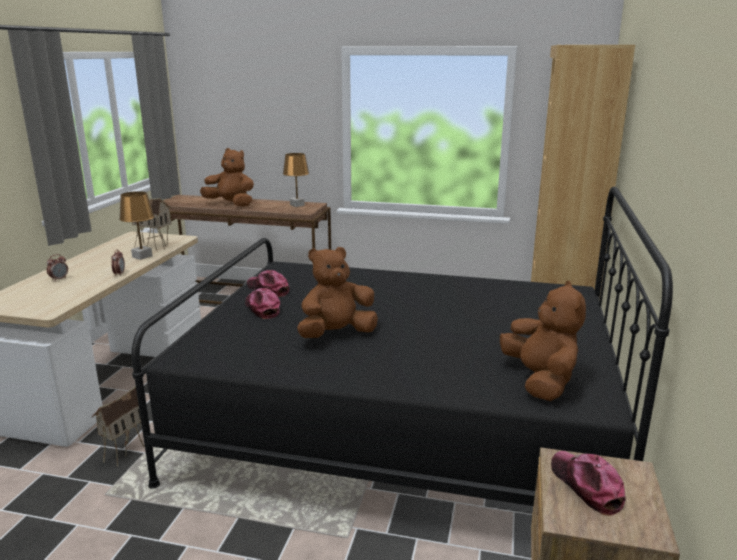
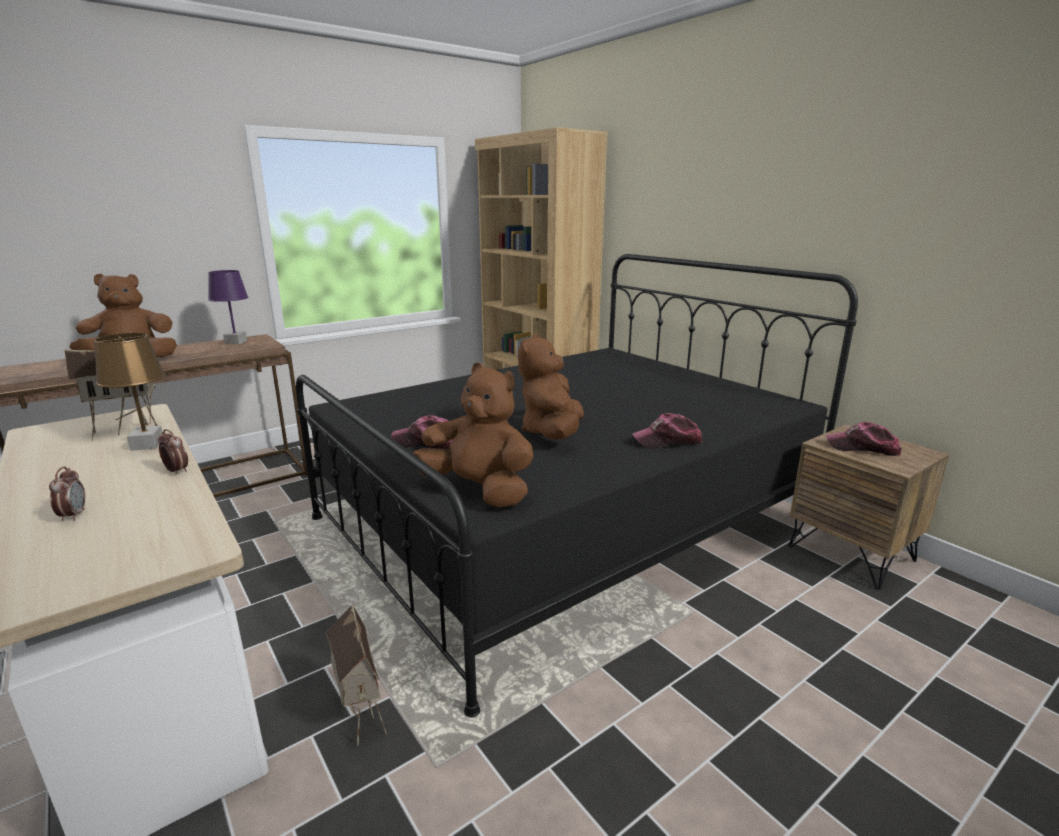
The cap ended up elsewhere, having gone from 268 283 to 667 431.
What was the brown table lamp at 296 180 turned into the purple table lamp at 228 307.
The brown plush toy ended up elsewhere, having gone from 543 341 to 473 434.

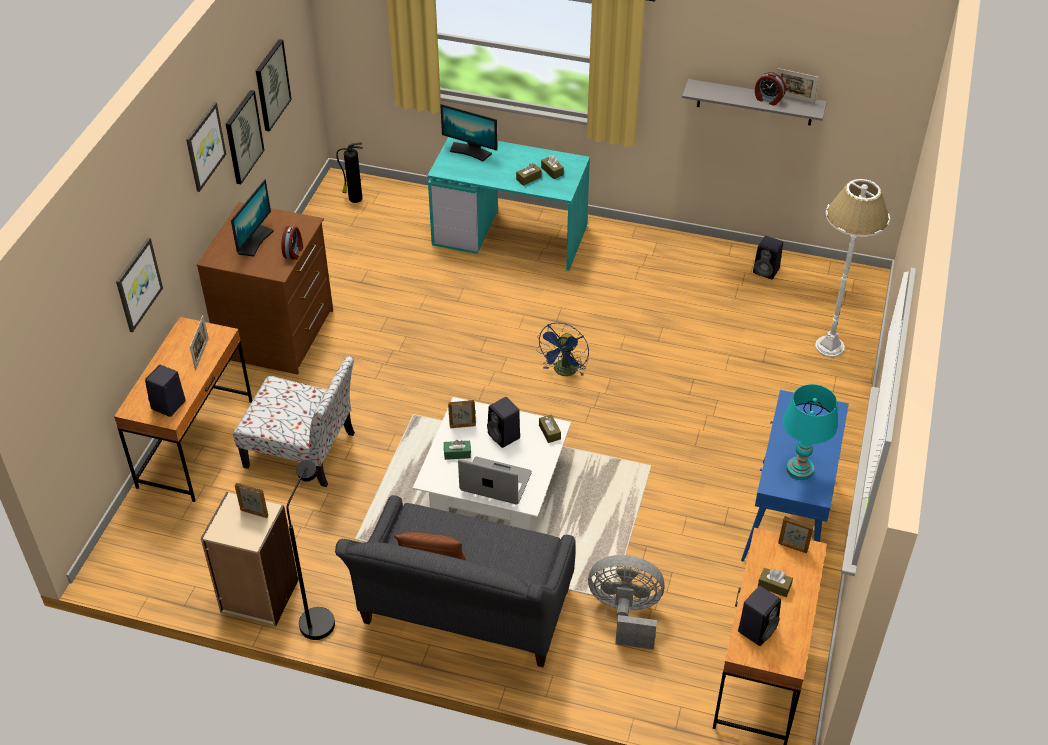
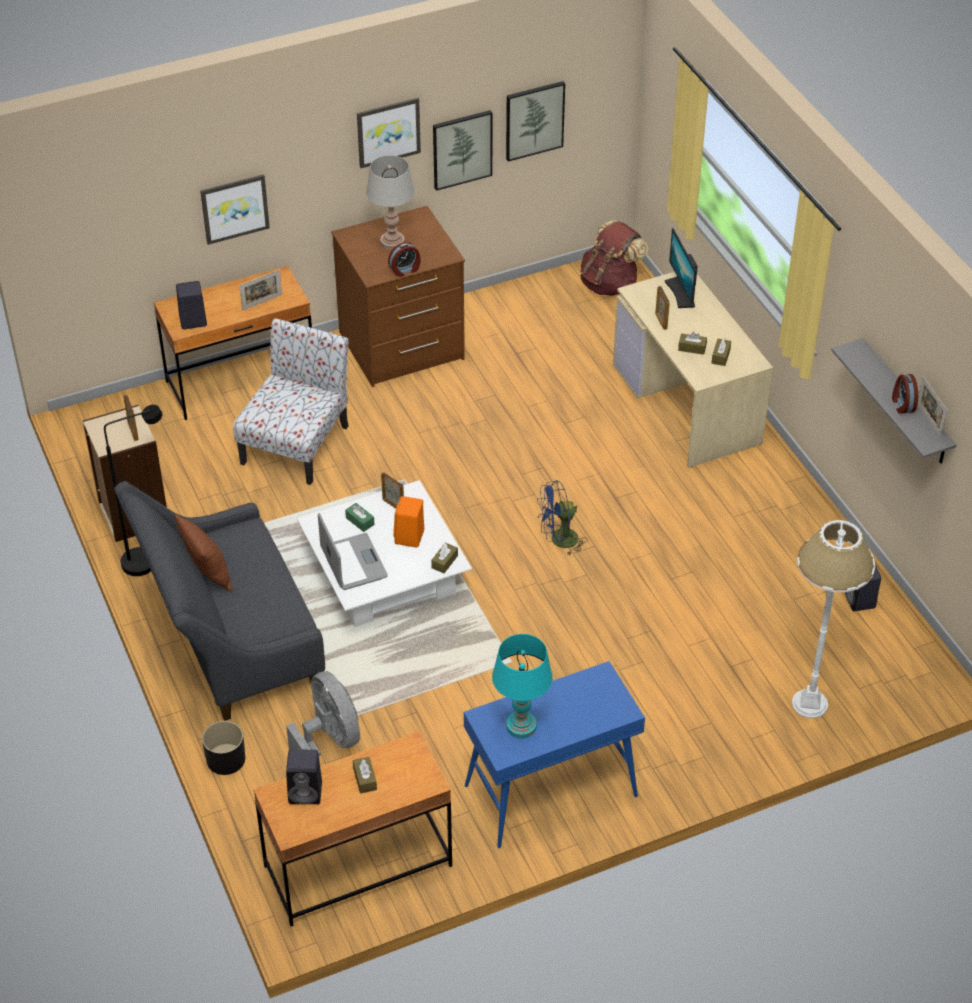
Where the monitor stood at 252 218, the grey table lamp came to stand at 390 202.
The chair at 294 421 ended up facing another way, 135 degrees counterclockwise from before.
Where the fire extinguisher stood at 349 172, the brown backpack came to stand at 614 258.
What was the turquoise desk at 508 204 turned into the beige desk at 693 370.
What was the black speaker at 503 422 turned into the orange speaker at 408 522.
The picture frame ended up elsewhere, having gone from 796 534 to 662 308.
The second view gained the black planter at 223 748.

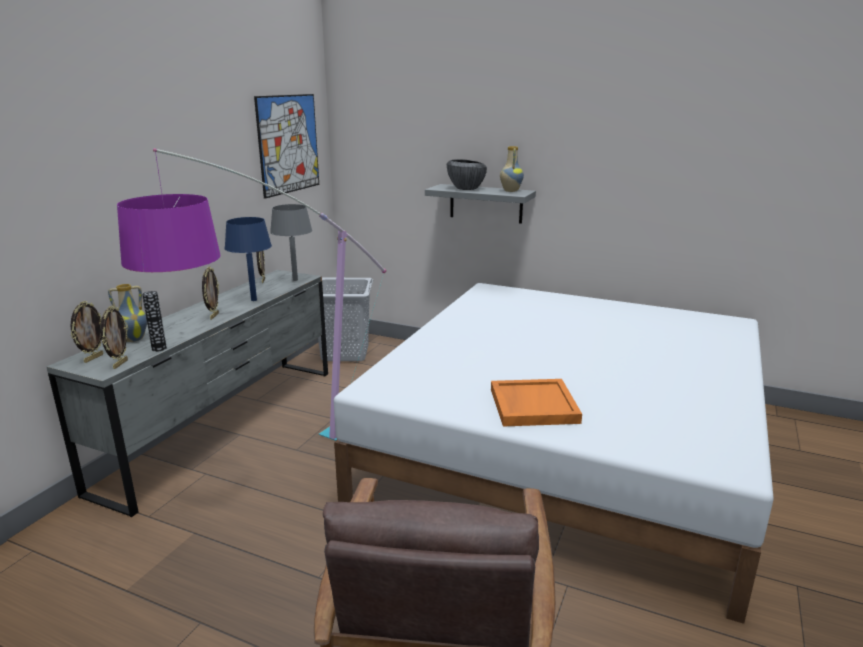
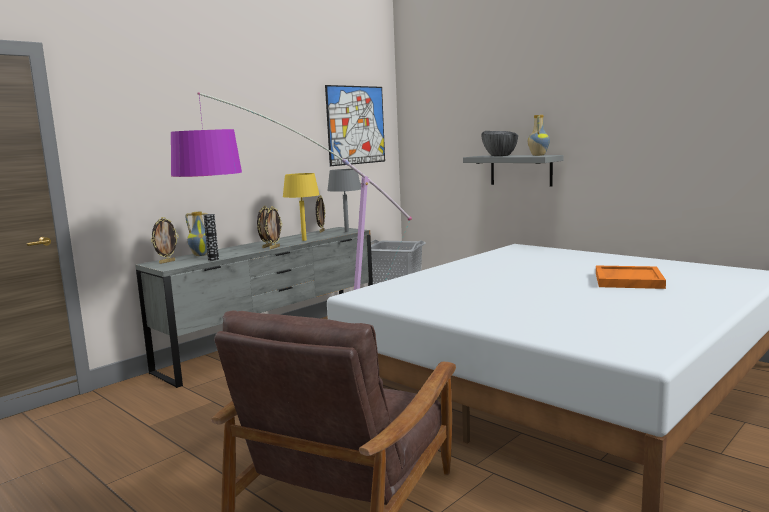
The picture frame ended up elsewhere, having gone from 114 337 to 273 227.
What was the blue table lamp at 248 259 turned into the yellow table lamp at 301 207.
The orange tray ended up elsewhere, having gone from 536 403 to 631 277.

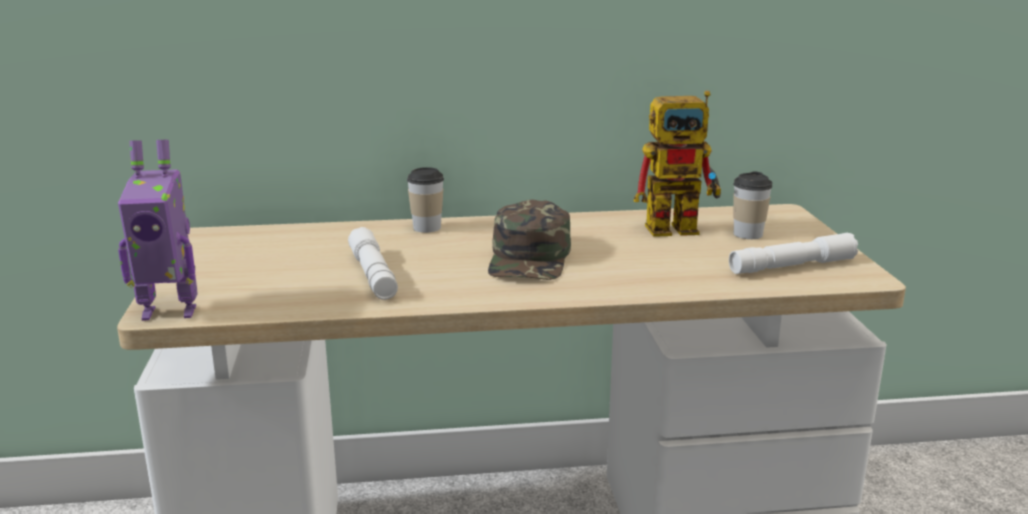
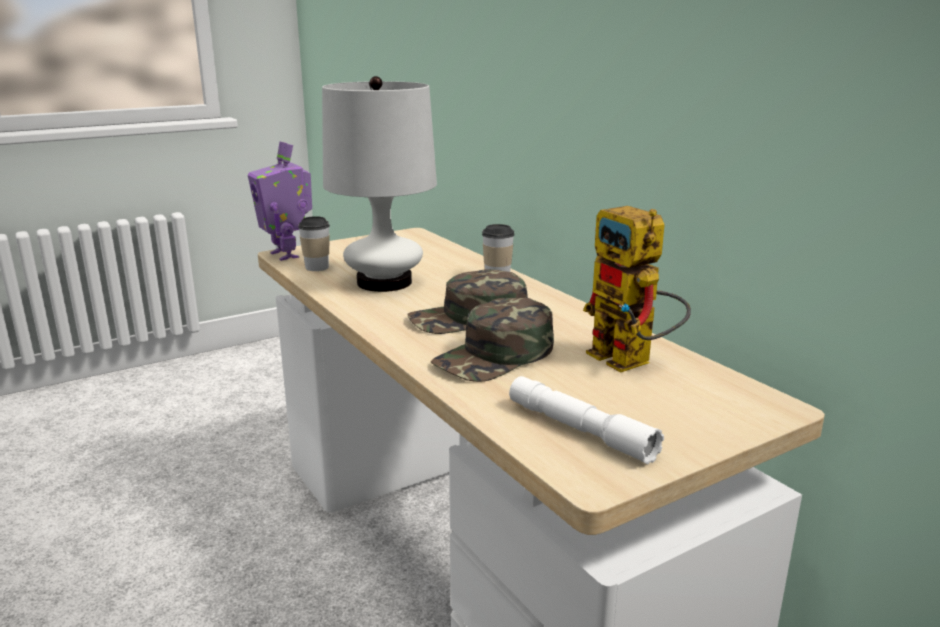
Where the white flashlight stood at 373 263, the white table lamp came to stand at 379 184.
The cup ended up elsewhere, having gone from 752 205 to 314 243.
The second view gained the green cap at 492 340.

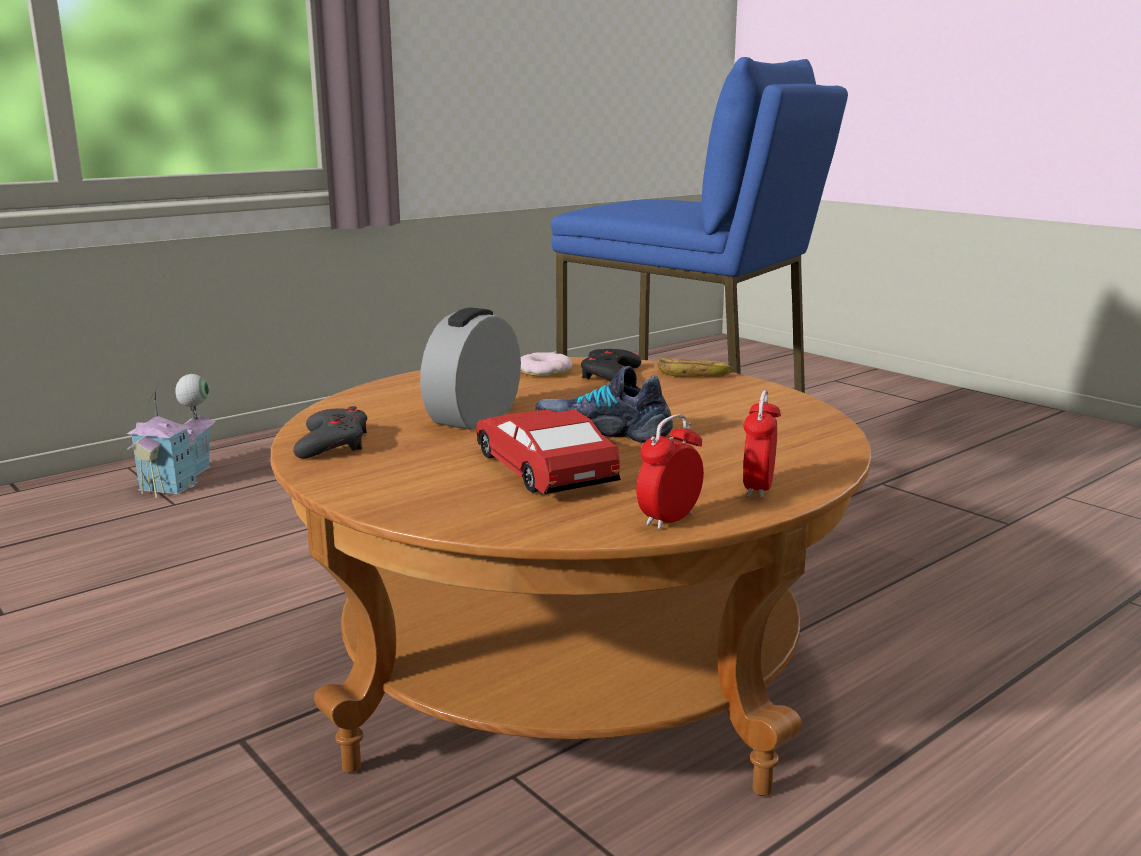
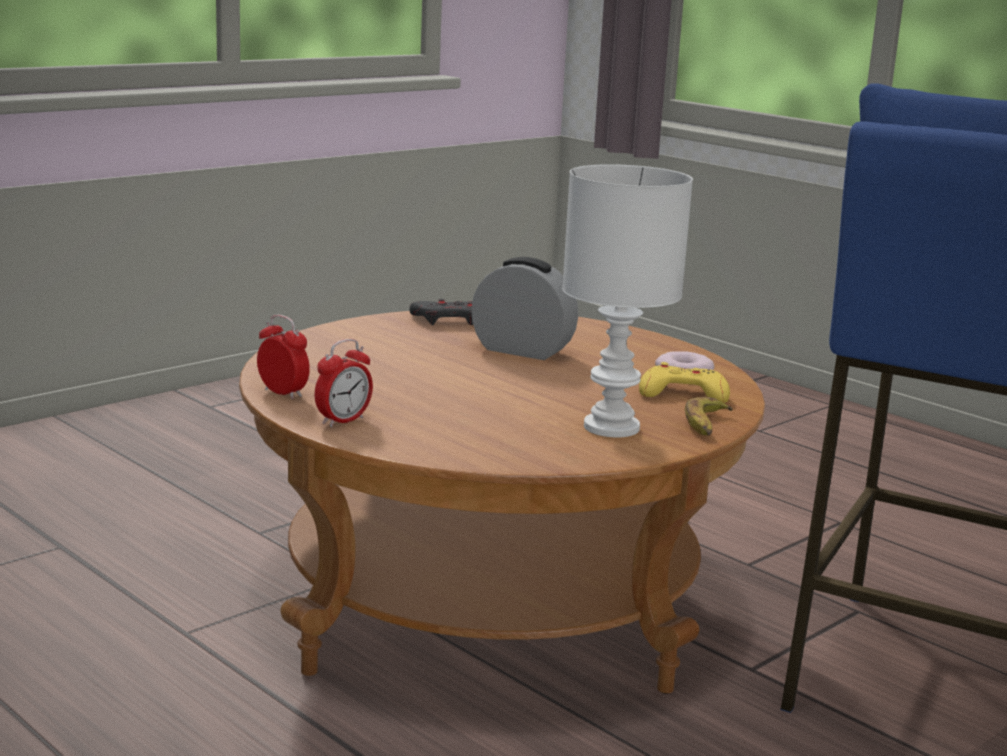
The second view lost the toy house at 171 436.
The second view lost the toy car at 549 451.
The second view lost the shoe at 604 404.
What was the black game controller at 611 365 turned into the yellow game controller at 684 382.
The alarm clock at 762 444 ended up facing another way, 120 degrees clockwise from before.
The second view gained the white table lamp at 627 300.

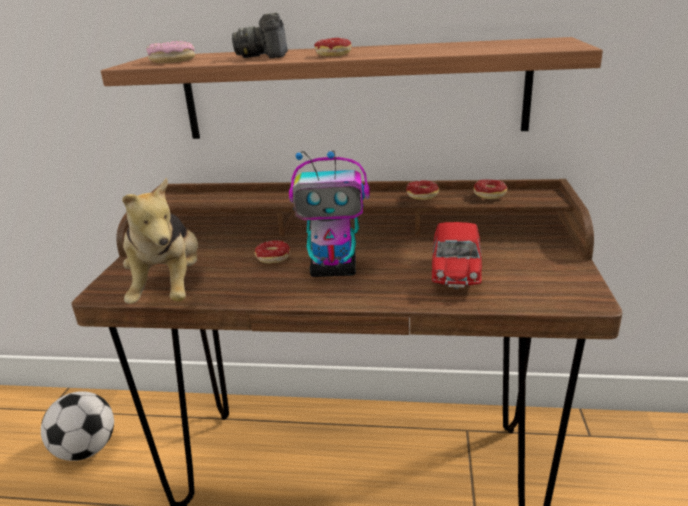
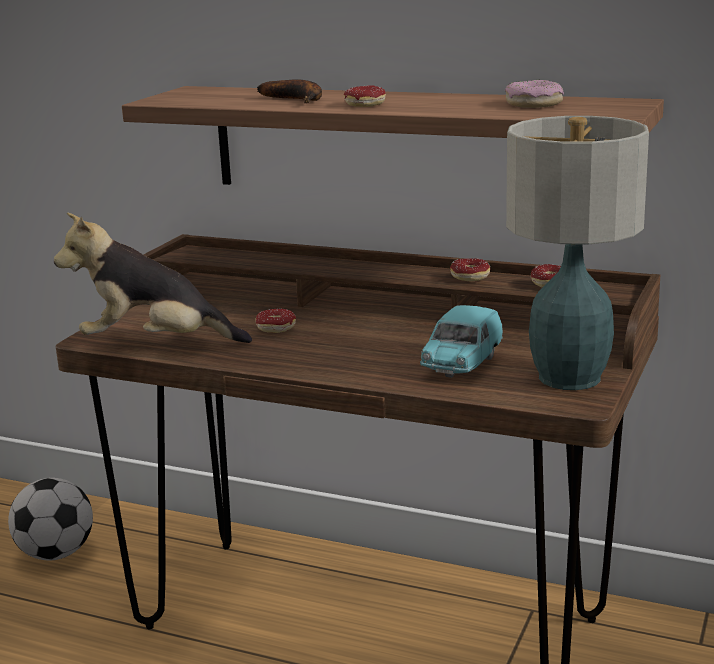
The plush toy at 160 241 ended up facing another way, 90 degrees clockwise from before.
The donut ended up elsewhere, having gone from 170 52 to 534 94.
Where the photo camera stood at 260 35, the banana came to stand at 289 91.
The second view lost the toy robot at 329 213.
What was the red toy car at 457 255 turned into the turquoise toy car at 461 341.
The second view gained the table lamp at 577 253.

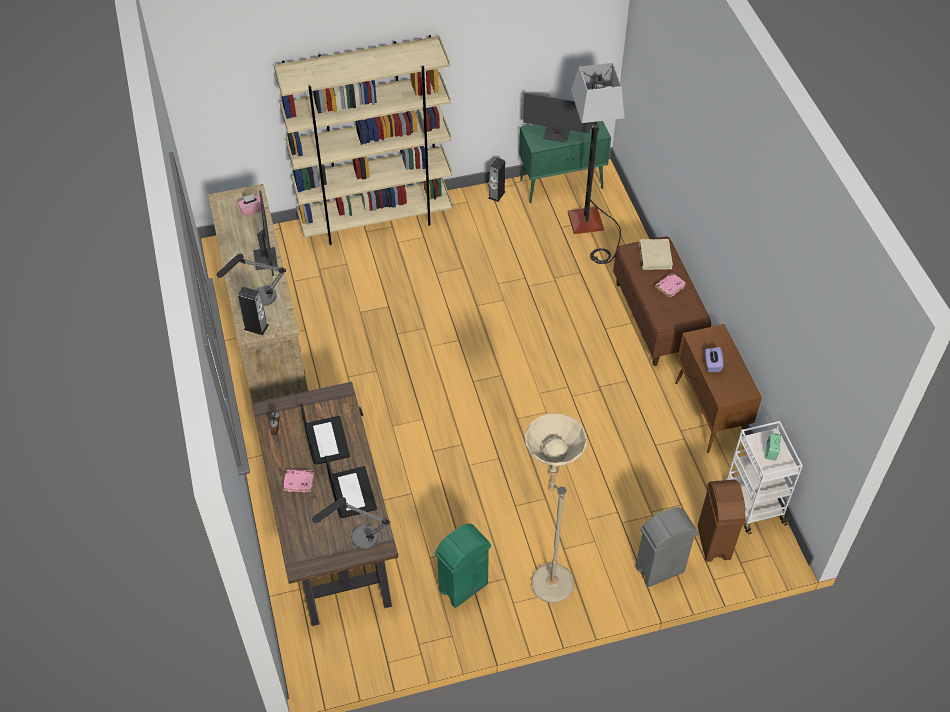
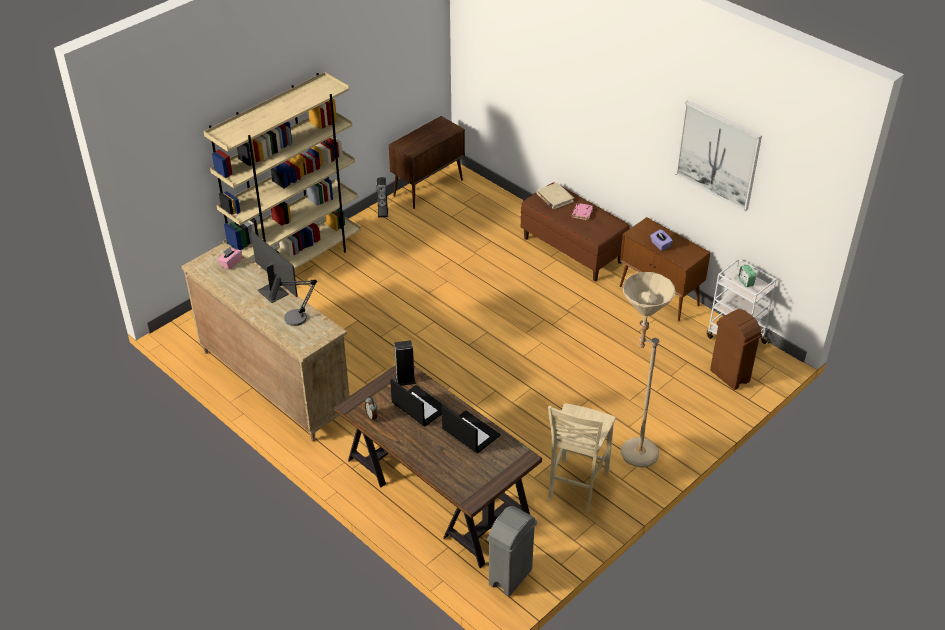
The speaker ended up elsewhere, having gone from 253 311 to 405 363.
The second view lost the pink book at 298 481.
The second view lost the table lamp at 351 523.
Where the green trash can stood at 463 566, the beige chair came to stand at 582 457.
What was the green cabinet at 565 162 turned into the brown cabinet at 427 162.
The second view lost the monitor at 557 118.
The second view lost the floor lamp at 596 163.
The grey trash can ended up elsewhere, having gone from 667 547 to 512 551.
The second view gained the picture at 718 156.

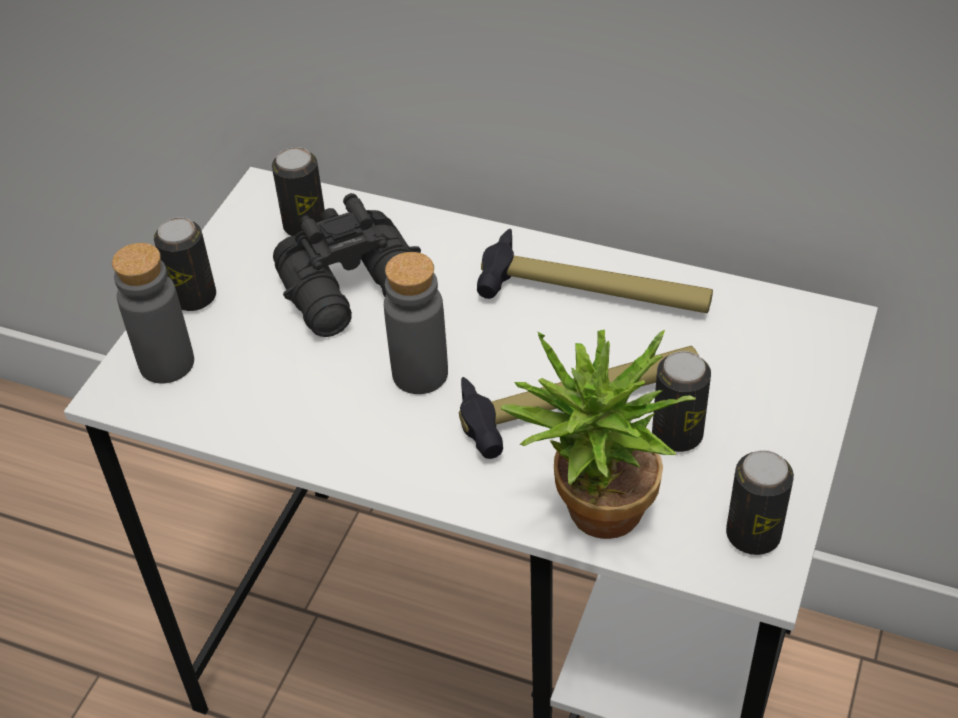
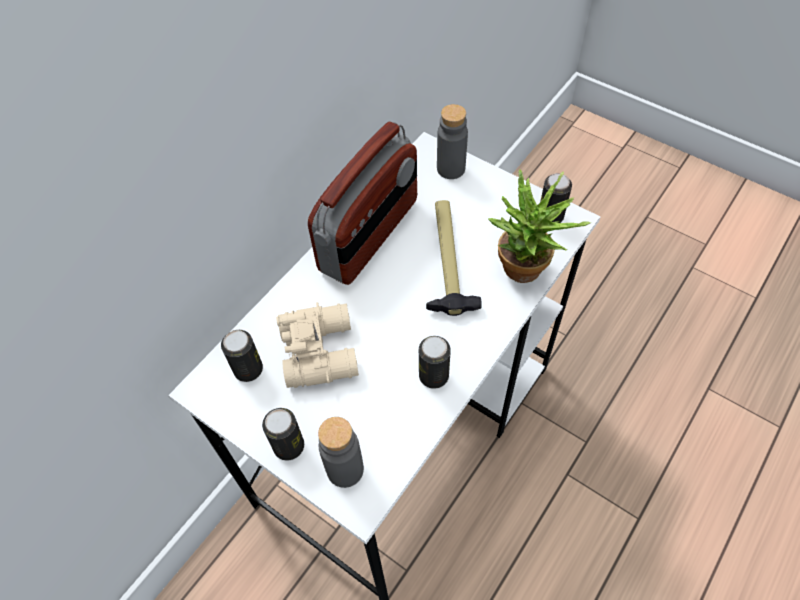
What was the black binoculars at 347 265 turned into the beige binoculars at 317 345.
The grey bottle ended up elsewhere, having gone from 416 323 to 452 141.
Where the hammer stood at 595 271, the radio came to stand at 362 203.
The can ended up elsewhere, having gone from 681 401 to 435 362.

